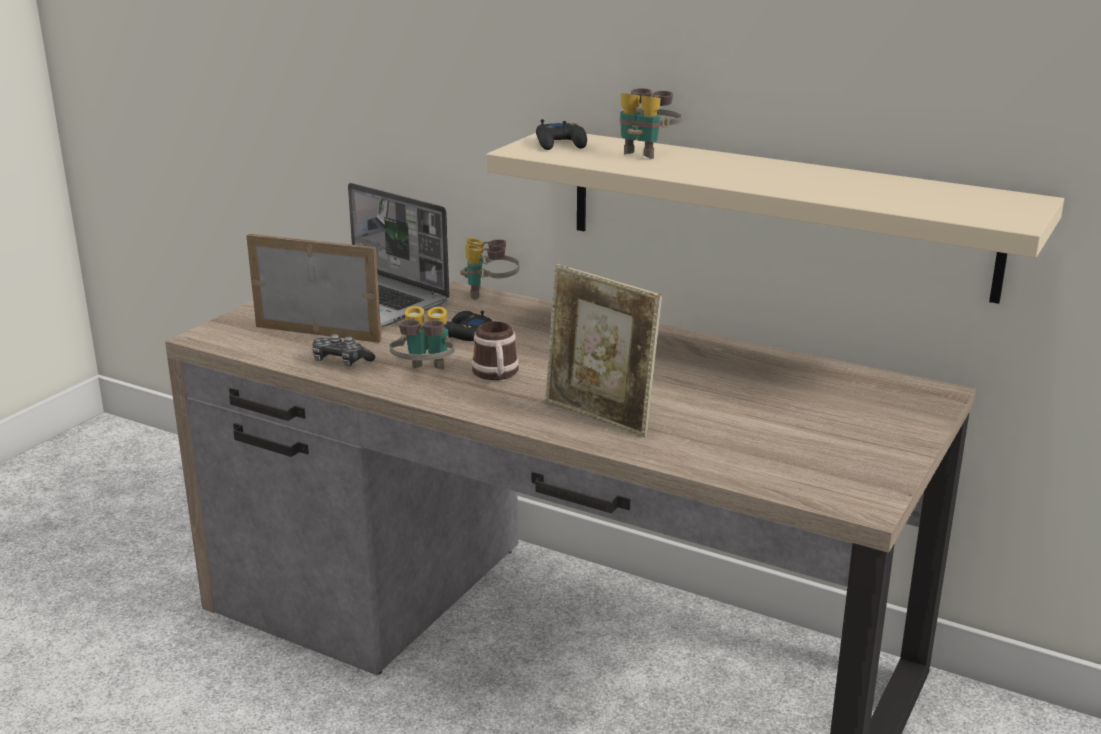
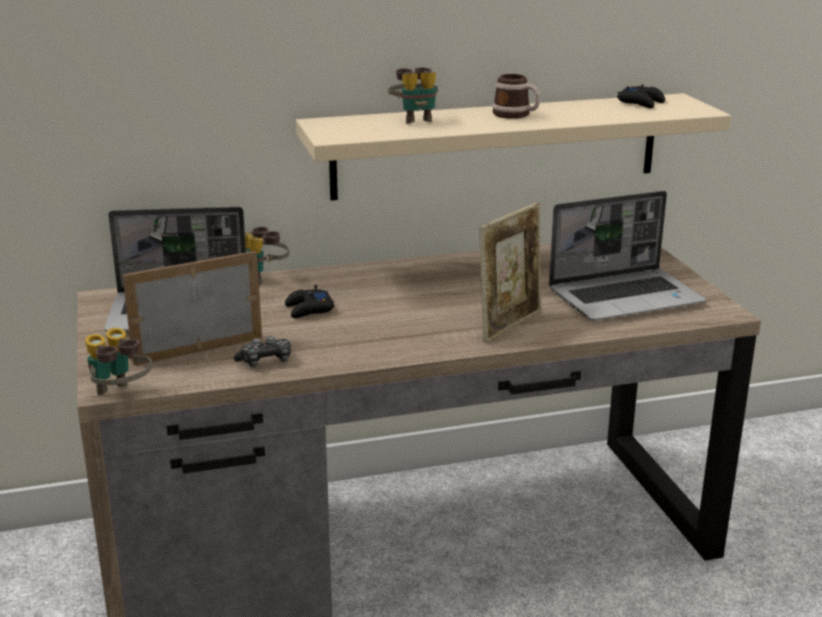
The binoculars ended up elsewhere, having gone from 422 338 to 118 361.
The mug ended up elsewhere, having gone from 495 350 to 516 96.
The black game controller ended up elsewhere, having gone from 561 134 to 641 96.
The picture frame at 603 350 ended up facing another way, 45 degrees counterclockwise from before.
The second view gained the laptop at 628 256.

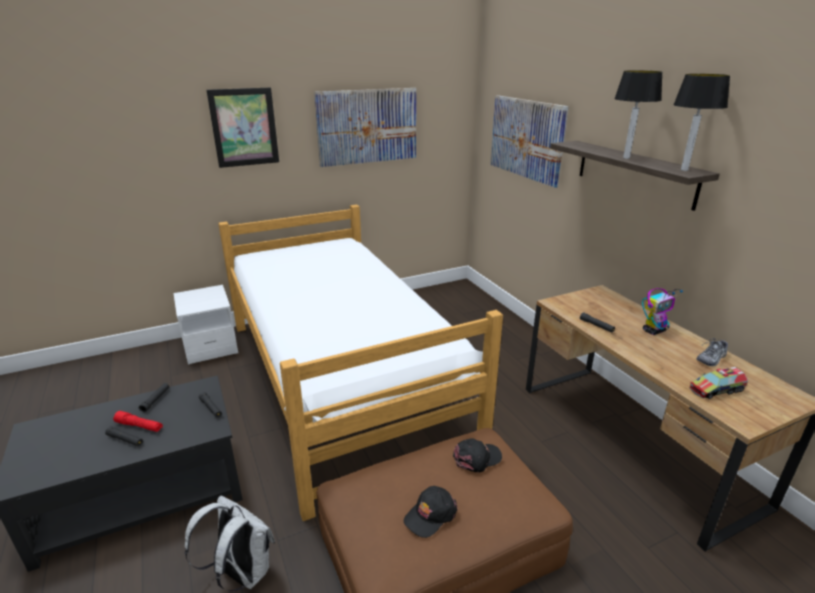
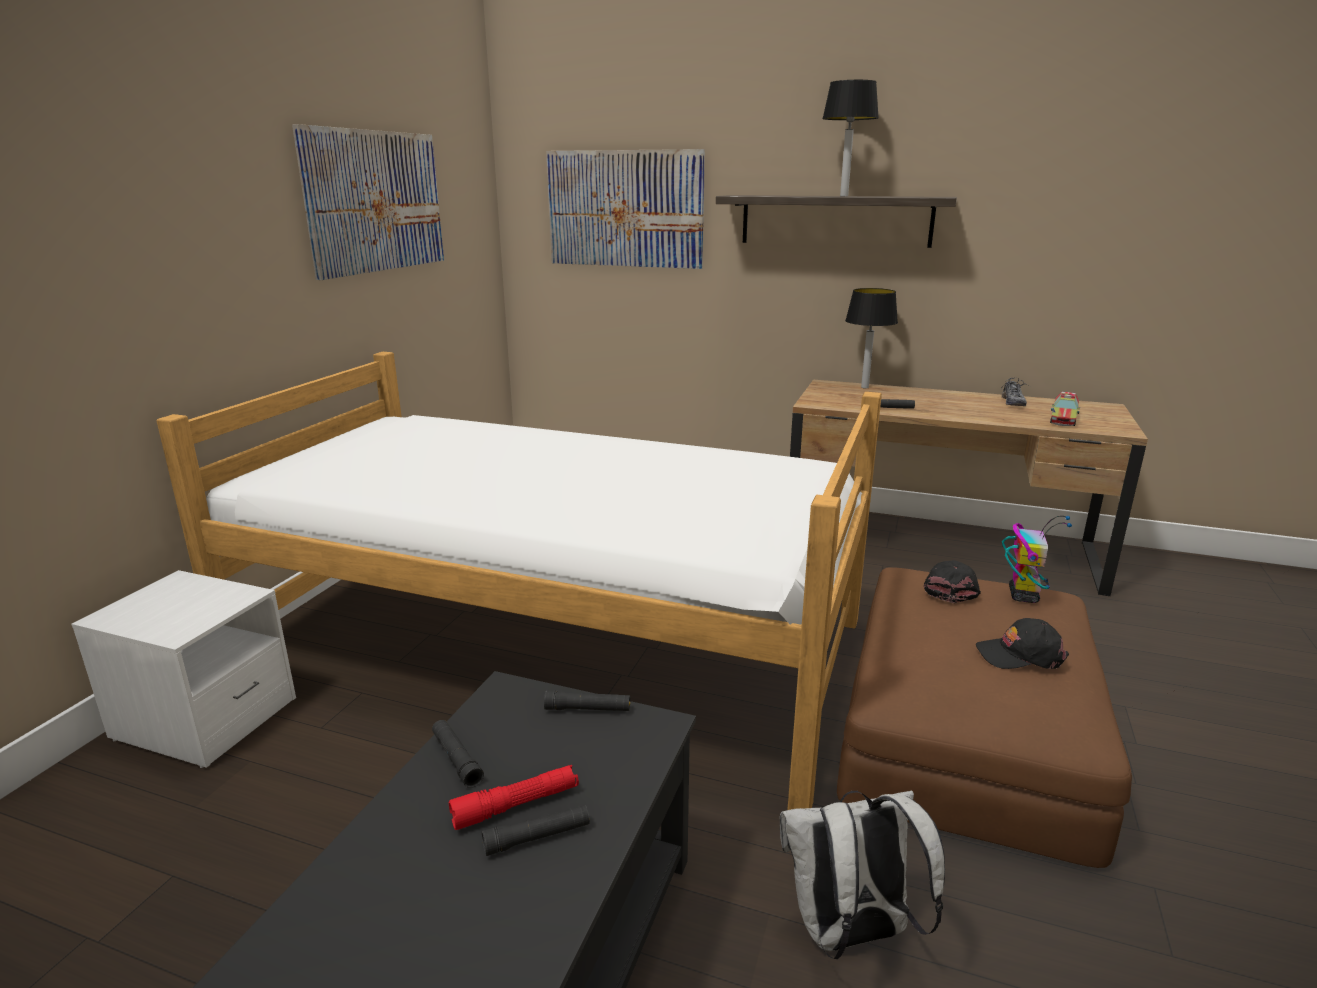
The second view lost the picture at 242 127.
The black cap at 430 512 ended up facing another way, 90 degrees clockwise from before.
The toy robot ended up elsewhere, having gone from 662 311 to 1037 559.
The table lamp ended up elsewhere, having gone from 701 122 to 871 338.

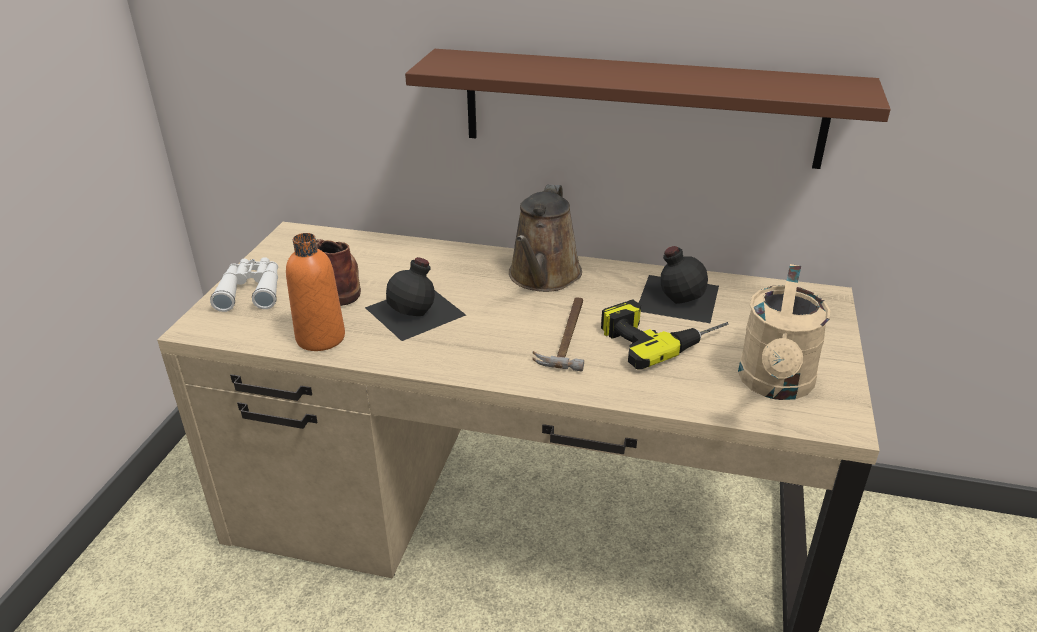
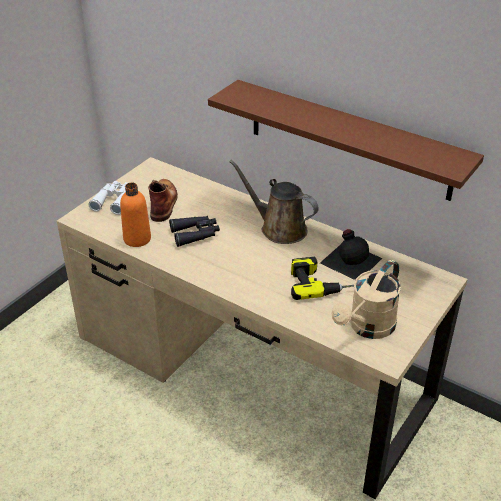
Where the black bottle stood at 415 299, the black binoculars came to stand at 194 231.
The brown watering can at 545 238 ended up facing another way, 90 degrees clockwise from before.
The second view lost the hammer at 558 334.

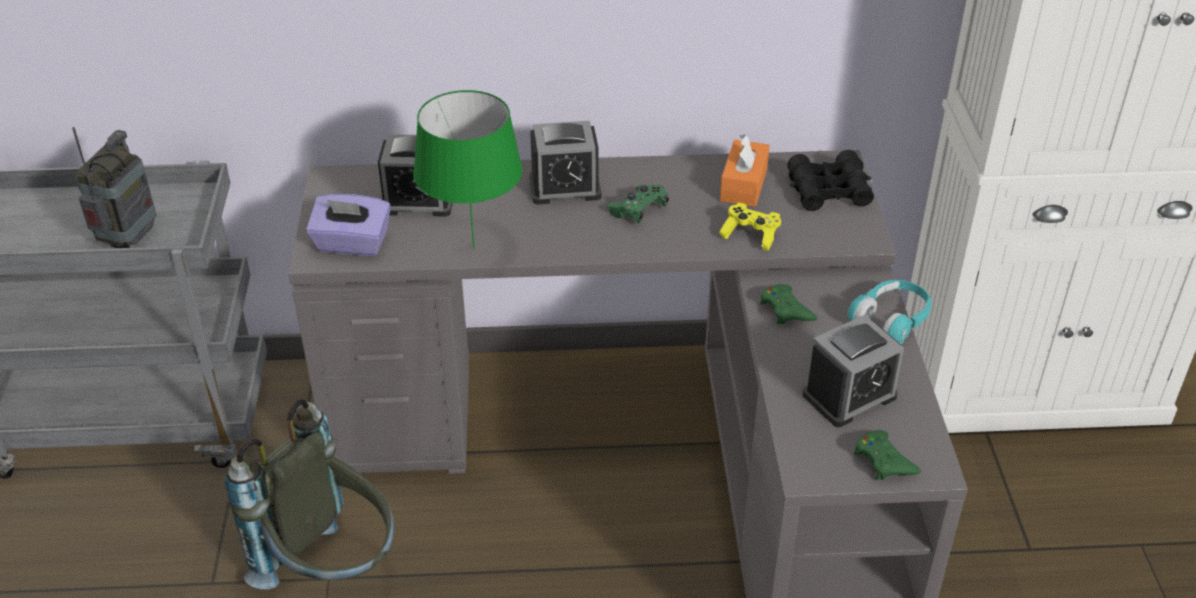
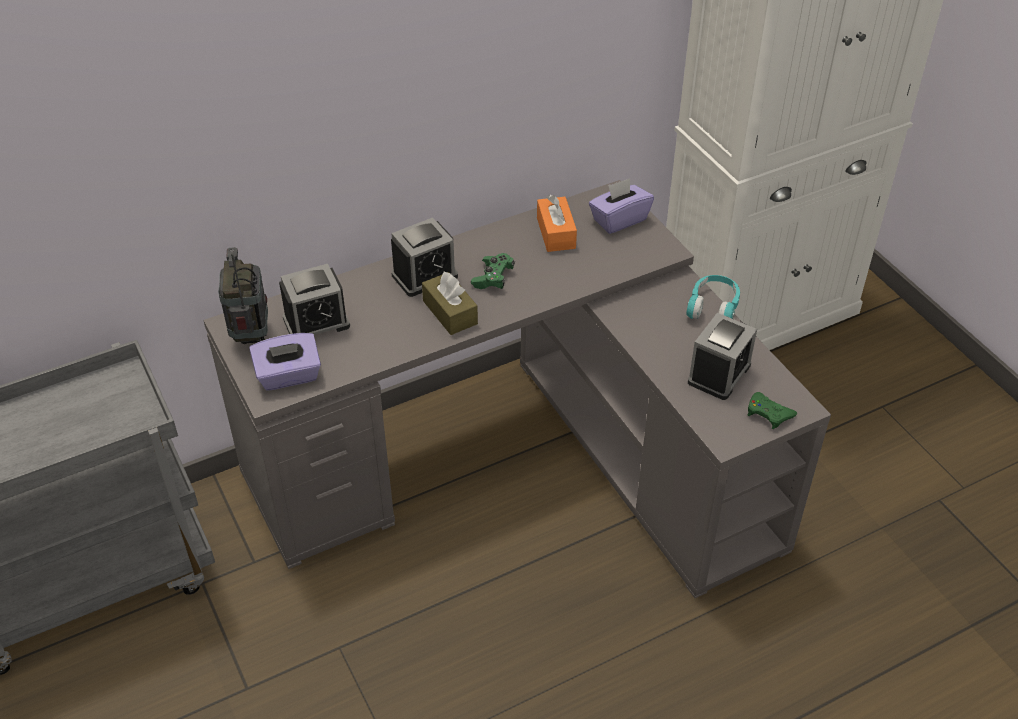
The radio ended up elsewhere, having gone from 114 187 to 243 295.
The second view lost the grey backpack at 309 494.
The second view lost the green table lamp at 468 169.
The second view lost the yellow game controller at 750 227.
The second view lost the green game controller at 788 304.
Where the black binoculars stood at 830 180, the purple tissue box came to stand at 621 206.
The second view gained the brown tissue box at 450 303.

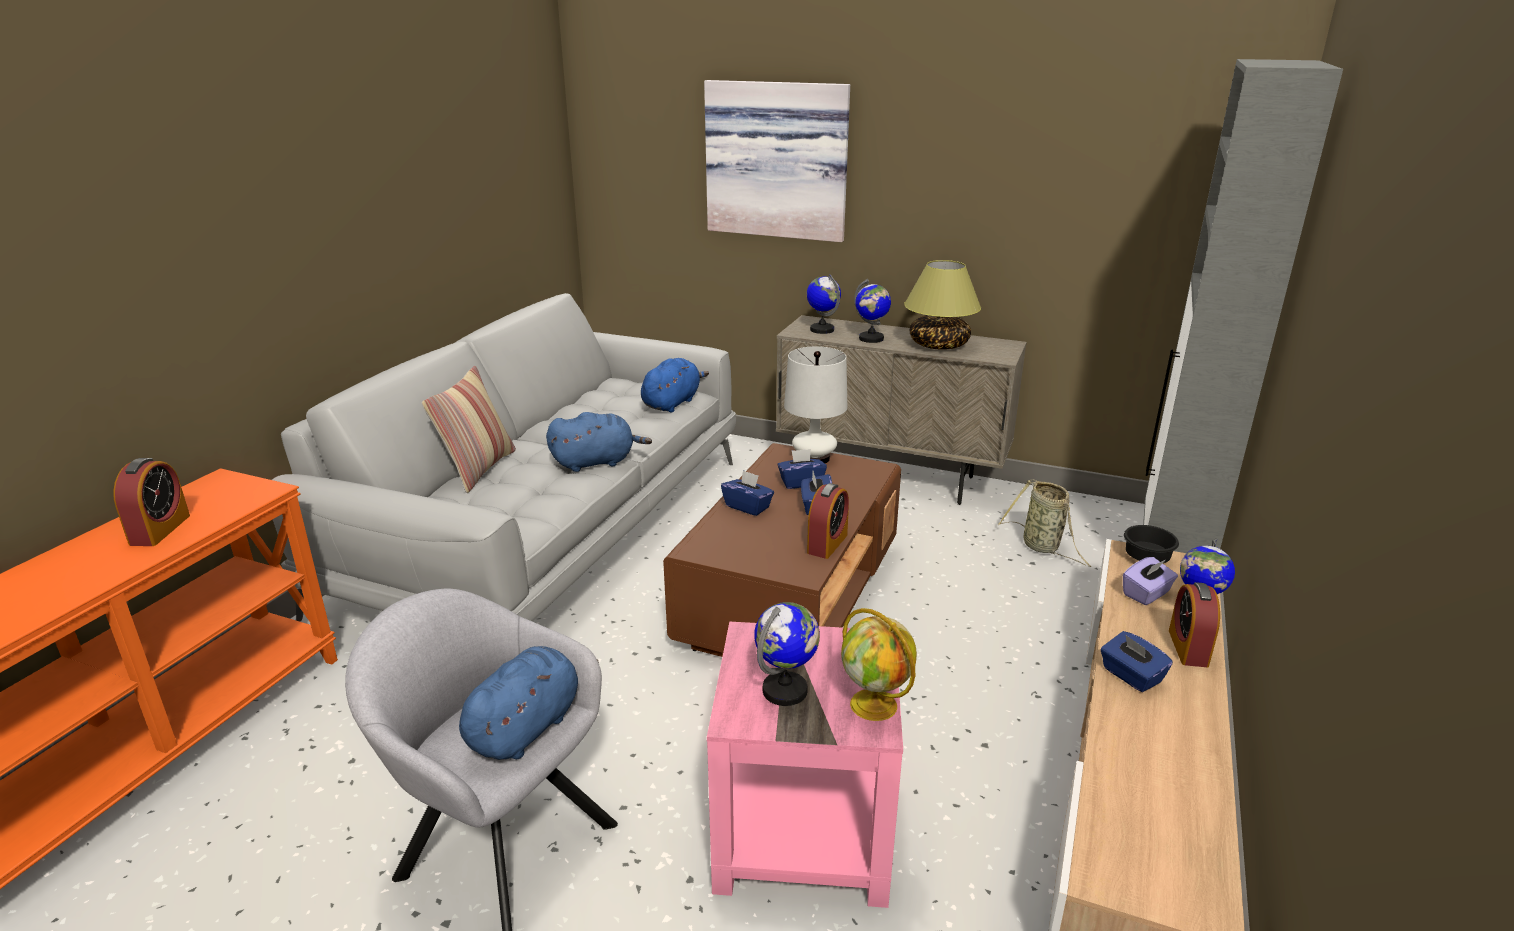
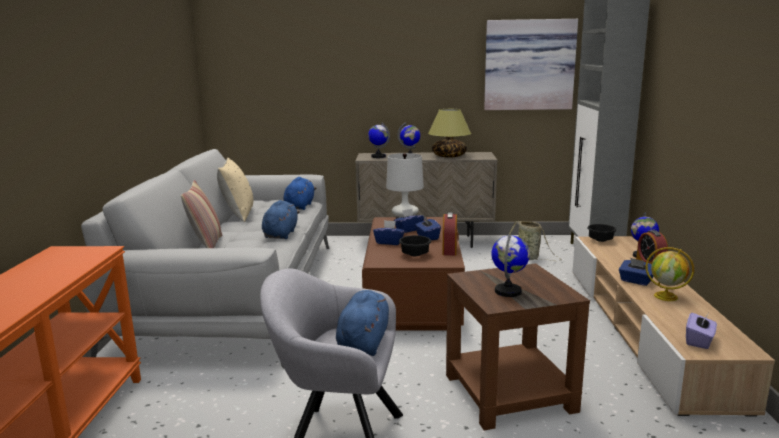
The second view lost the alarm clock at 151 502.
The blue plush toy at 599 442 ended up facing another way, 45 degrees counterclockwise from before.
The picture ended up elsewhere, having gone from 777 161 to 531 64.
What was the pink side table at 805 765 turned into the brown side table at 518 347.
The globe ended up elsewhere, having gone from 879 664 to 670 274.
The purple tissue box ended up elsewhere, having gone from 1150 581 to 701 330.
The second view gained the beige pillow at 235 190.
The second view gained the black bowl at 415 245.

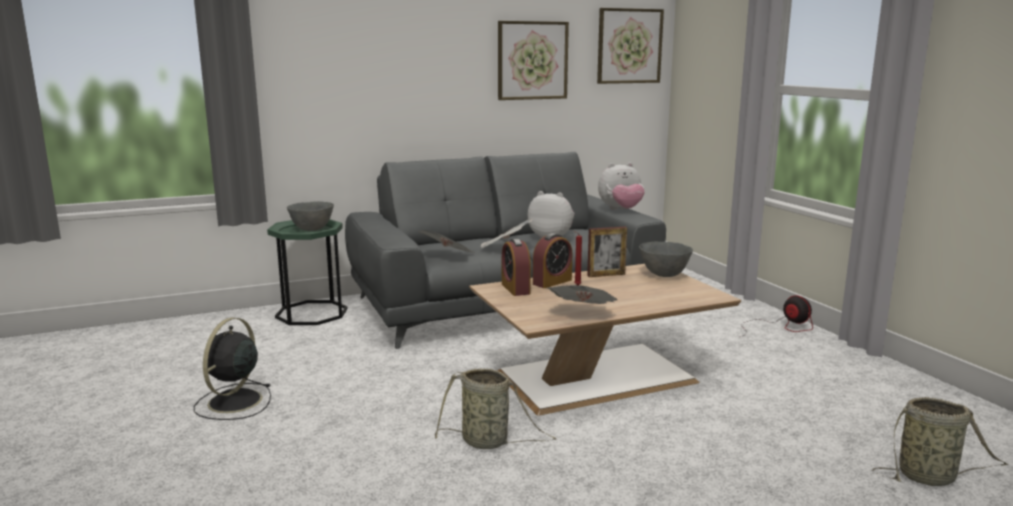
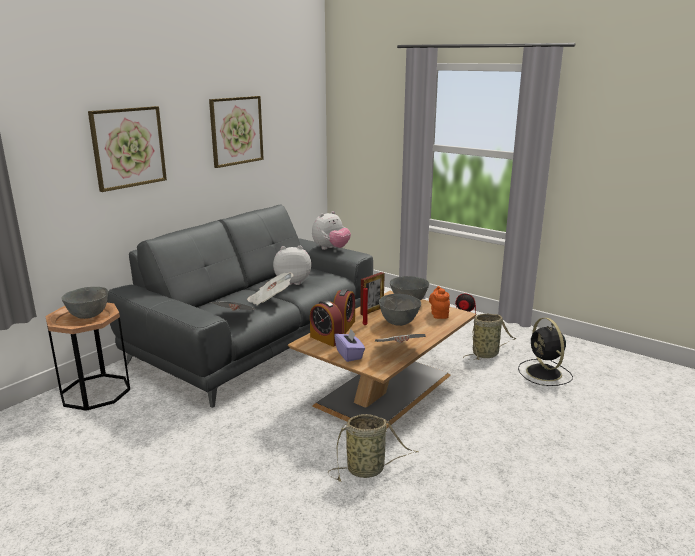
The black fan ended up elsewhere, having gone from 232 369 to 545 352.
What was the green side table at 307 272 turned into the brown side table at 87 357.
The picture ended up elsewhere, having gone from 630 46 to 127 149.
The basket ended up elsewhere, having gone from 940 441 to 489 337.
The second view gained the purple tissue box at 349 345.
The second view gained the grey bowl at 400 310.
The second view gained the orange teapot at 439 302.

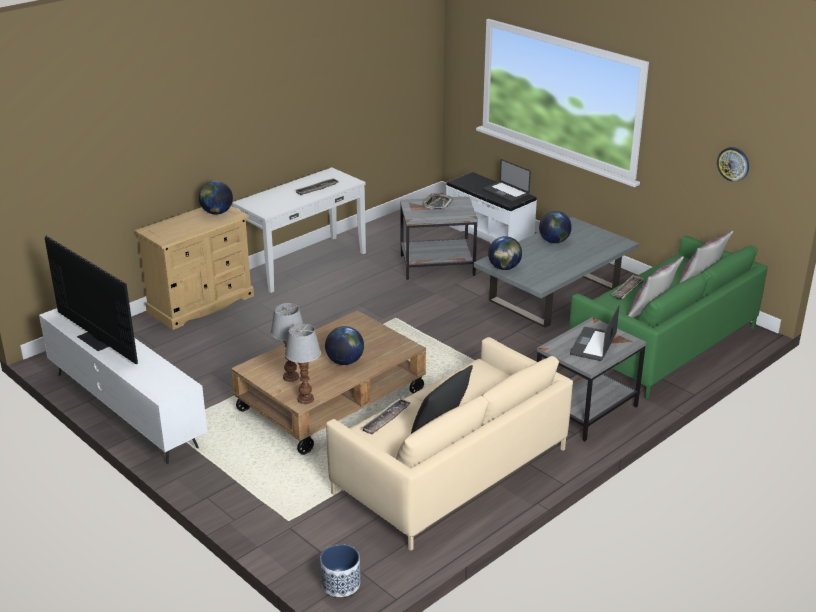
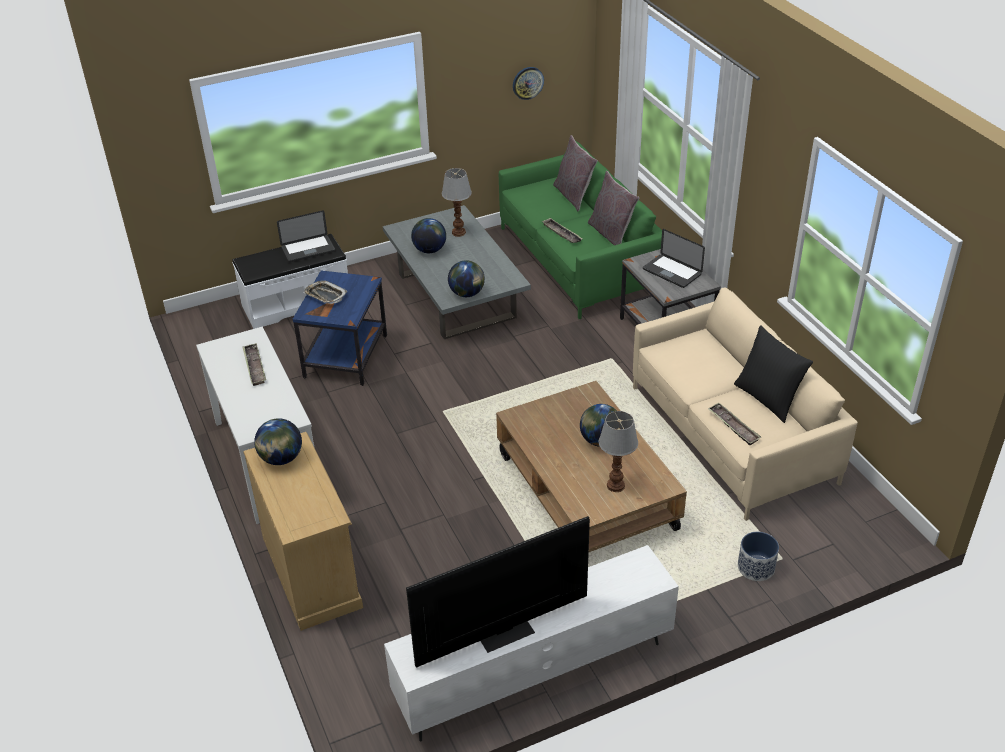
The table lamp ended up elsewhere, having gone from 303 364 to 457 202.
The planter ended up elsewhere, having gone from 340 570 to 758 556.
What was the grey side table at 439 238 turned into the blue side table at 340 328.

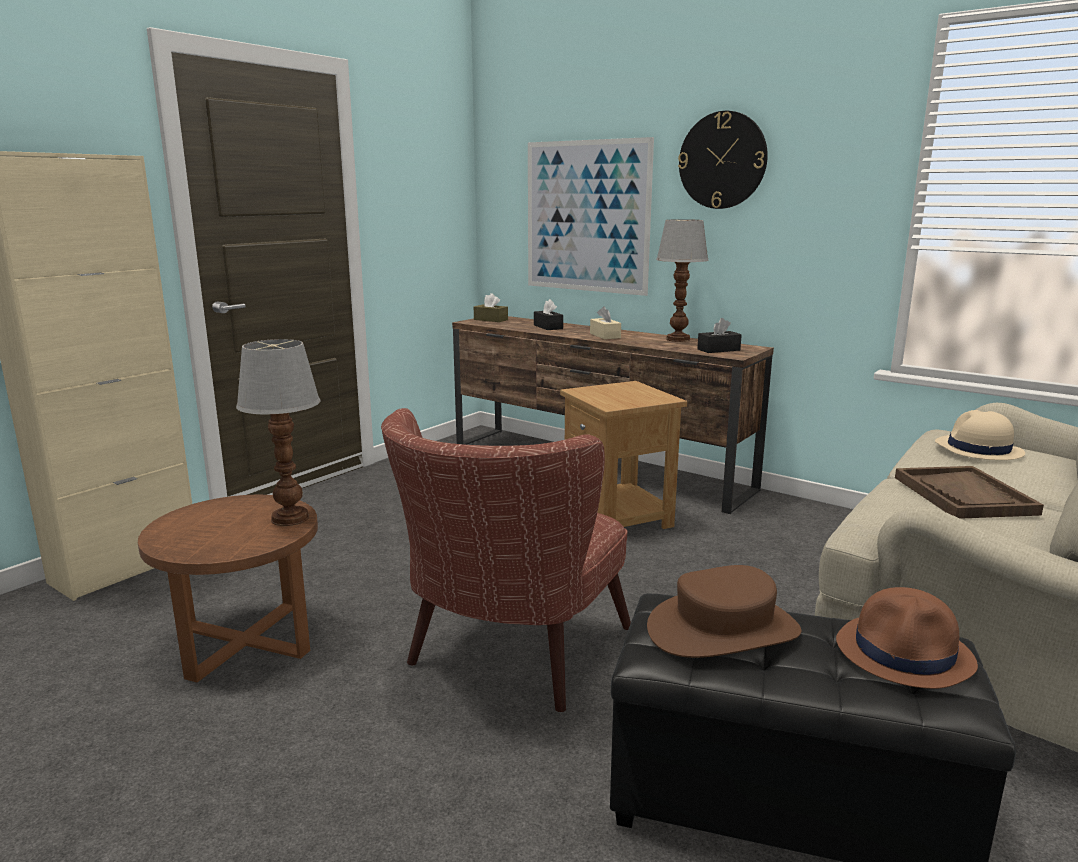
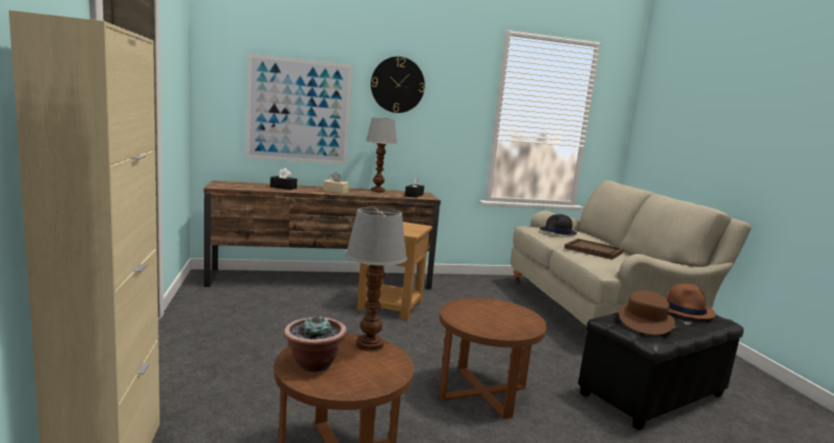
Where the brown armchair stood at 506 560, the brown side table came to stand at 493 358.
The second view lost the brown tissue box at 491 307.
What was the beige hat at 980 435 turned into the black hat at 558 224.
The second view gained the potted plant at 315 343.

